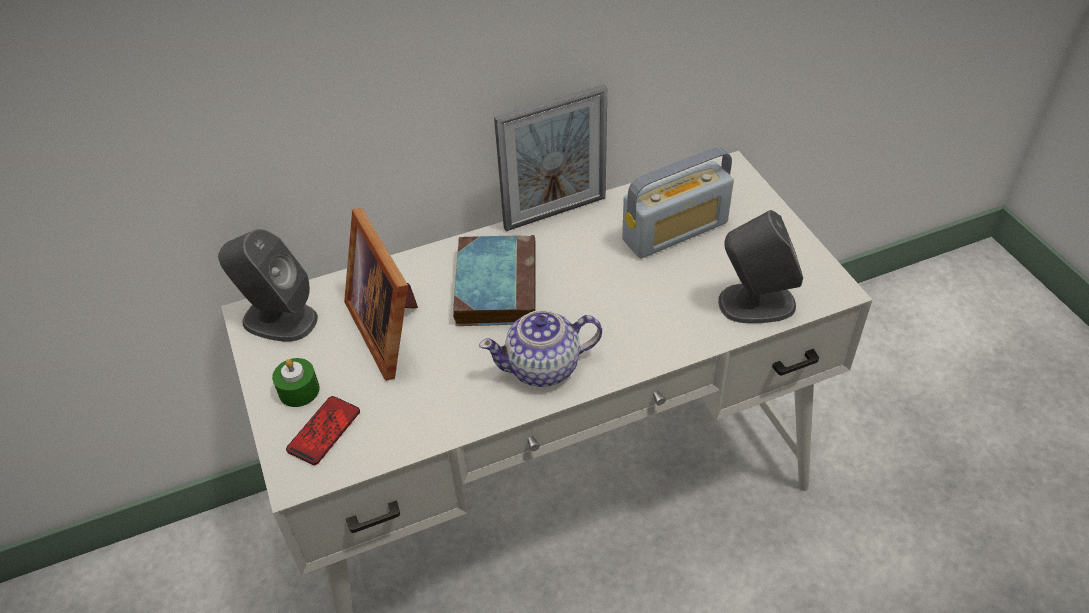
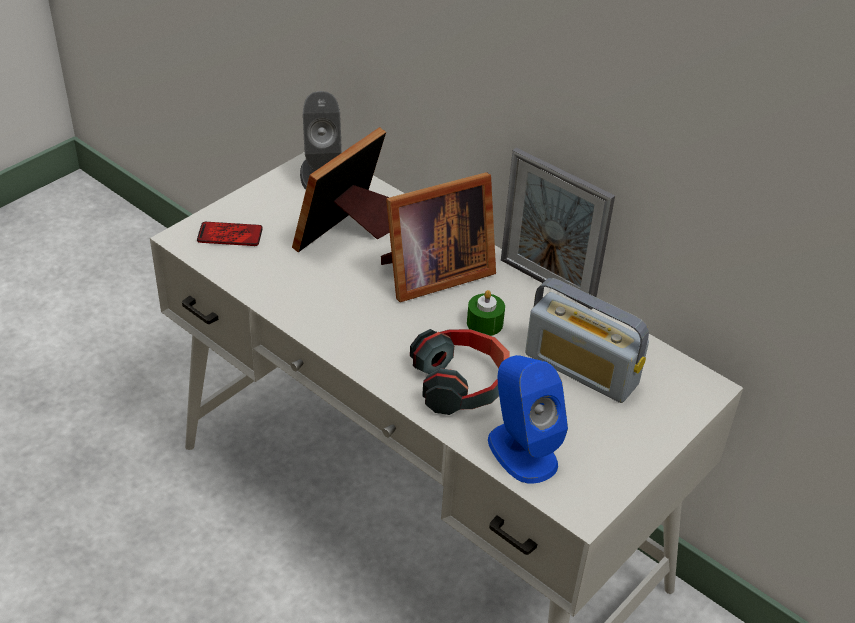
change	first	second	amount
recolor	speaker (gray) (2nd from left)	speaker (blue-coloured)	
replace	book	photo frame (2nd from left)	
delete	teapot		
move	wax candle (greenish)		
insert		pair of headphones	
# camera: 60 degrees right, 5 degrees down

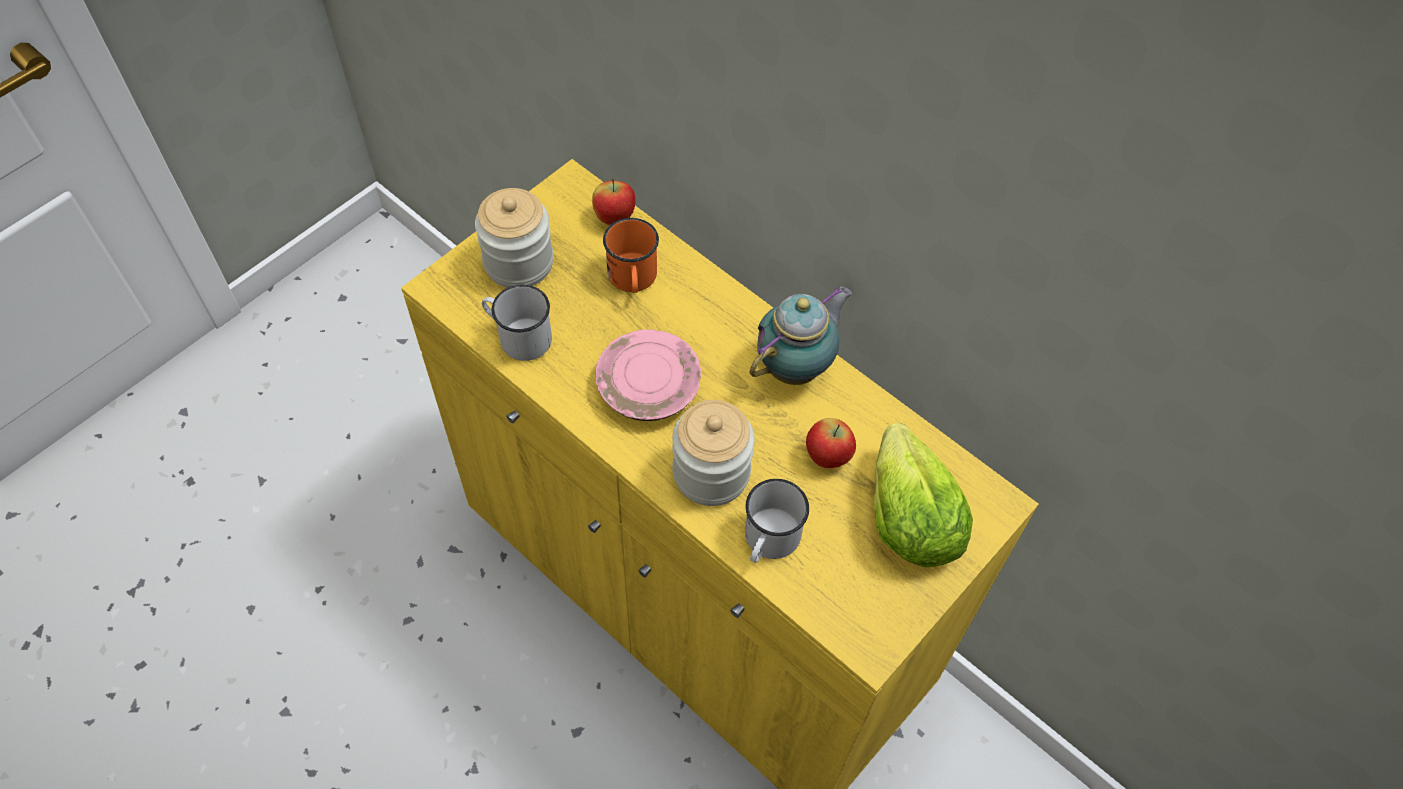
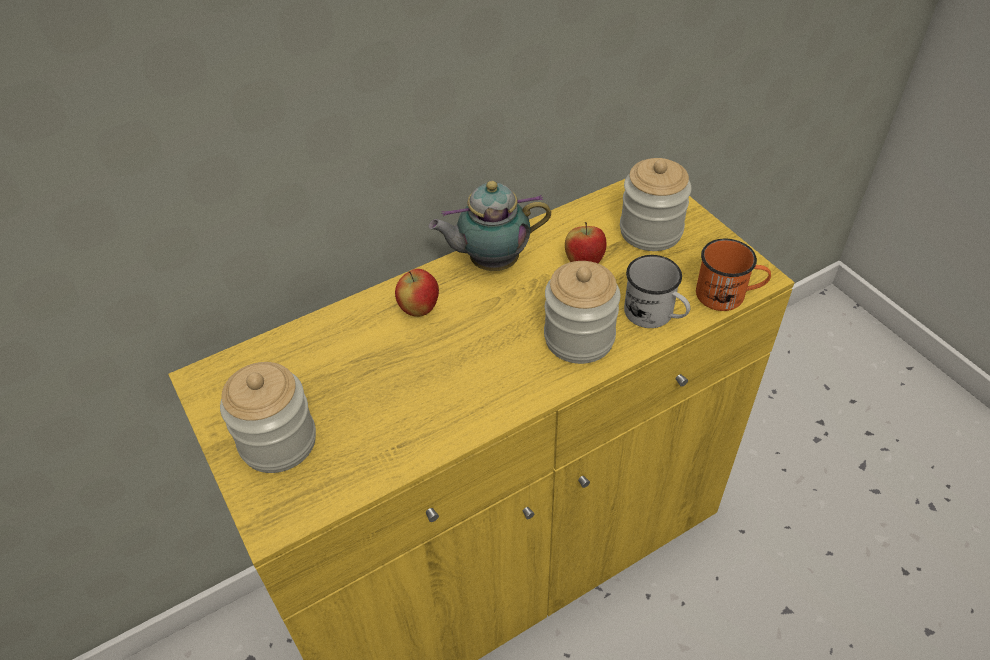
change	first	second	amount
move	apple (1st from left)		
move	mug (orange)		
delete	mug (whitish) (1st from left)		
rotate	teapot		75 degrees counterclockwise
delete	plate (pink)		
replace	head of lettuce	storage jar (3rd from left)	
# camera: 70 degrees left, 10 degrees down

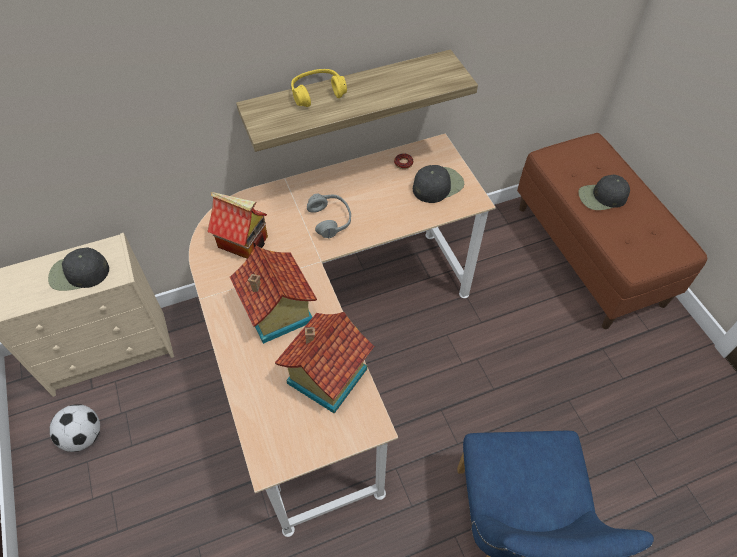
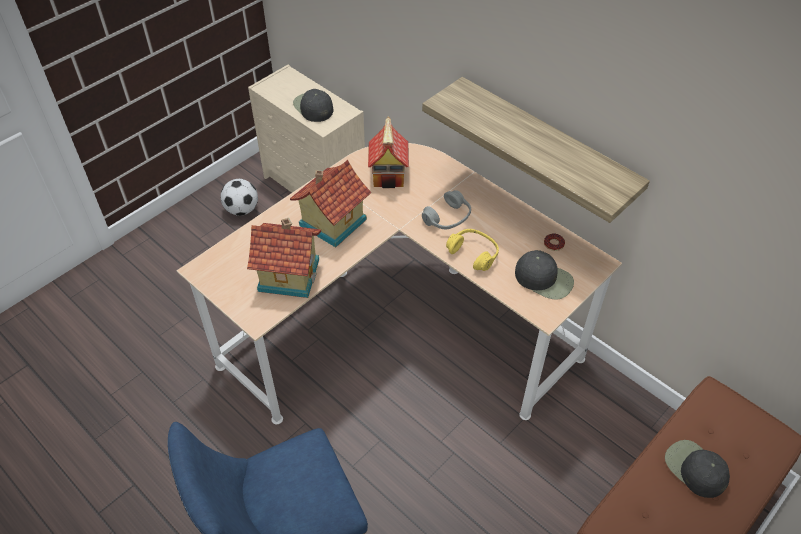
change	first	second	amount
move	pair of headphones (yellowish)		
# camera: 65 degrees right, 5 degrees down

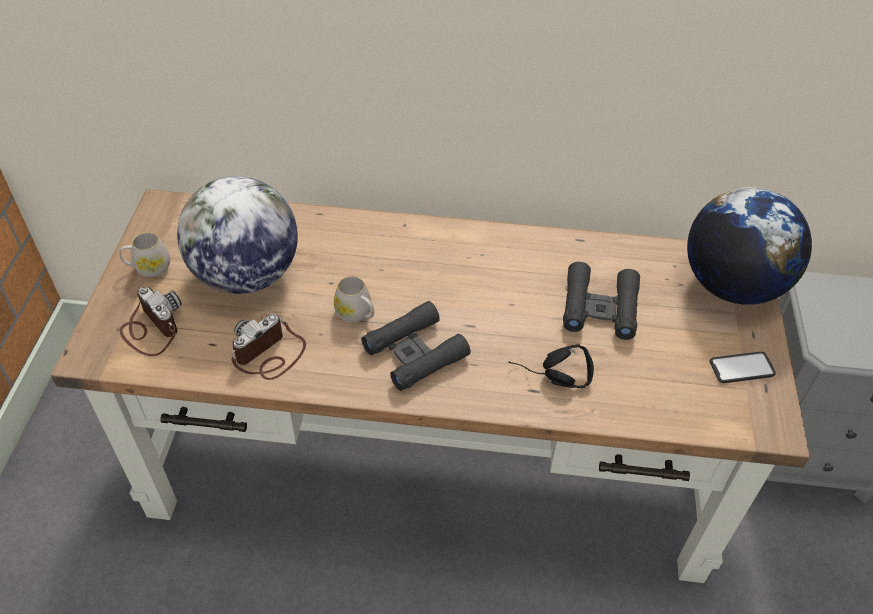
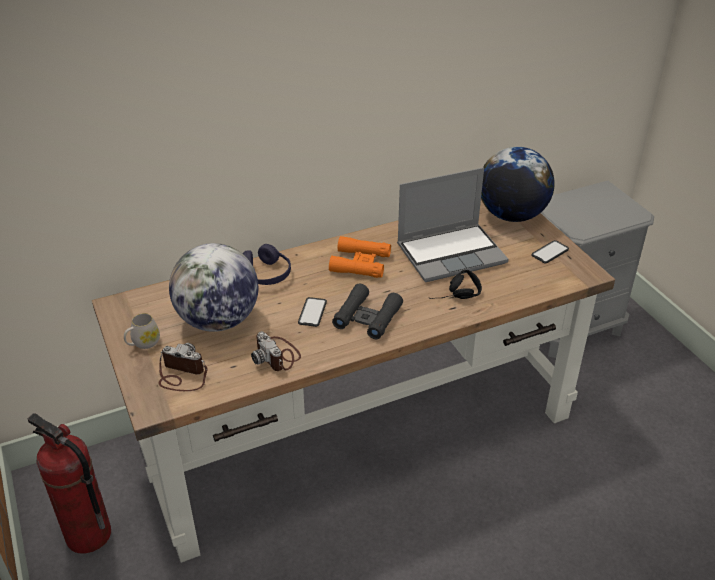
change	first	second	amount
replace	pair of binoculars (blackish) (2nd from left)	laptop	
replace	mug (whitish) (2nd from left)	handset (1st from left)	
rotate	still camera (2nd from left)		45 degrees counterclockwise
insert		pair of binoculars (orange)	
insert		pair of headphones (purple-coloured)	
insert		extinguisher	
# camera: 30 degrees left, 10 degrees down

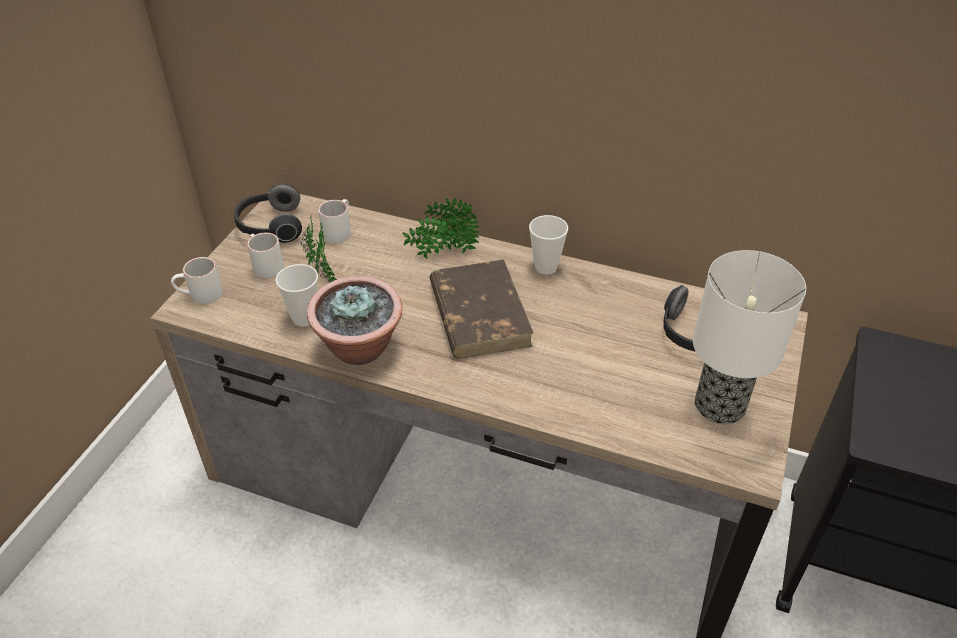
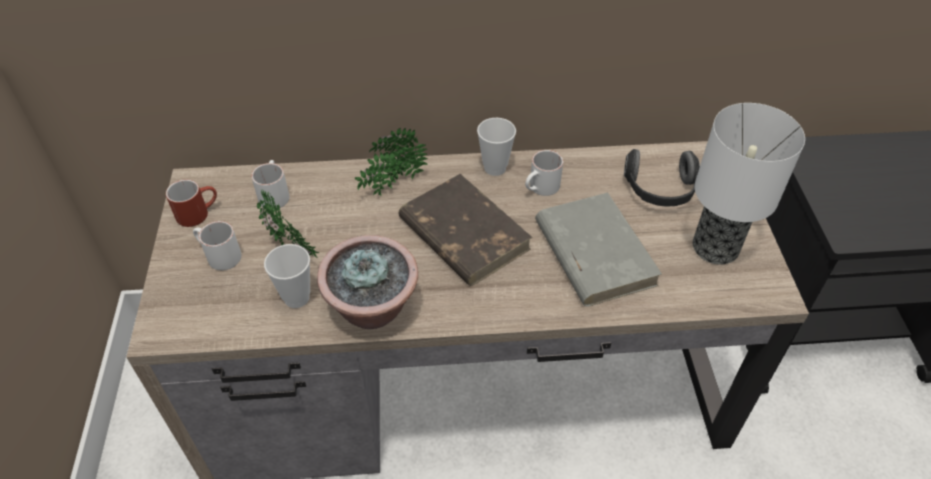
change	first	second	amount
replace	pair of headphones (1st from left)	mug (red-coloured)	
move	mug (whitish) (1st from left in the first image)	mug (whitish) (3rd from left)	
insert		book (gray)	
# camera: 25 degrees left, 5 degrees up

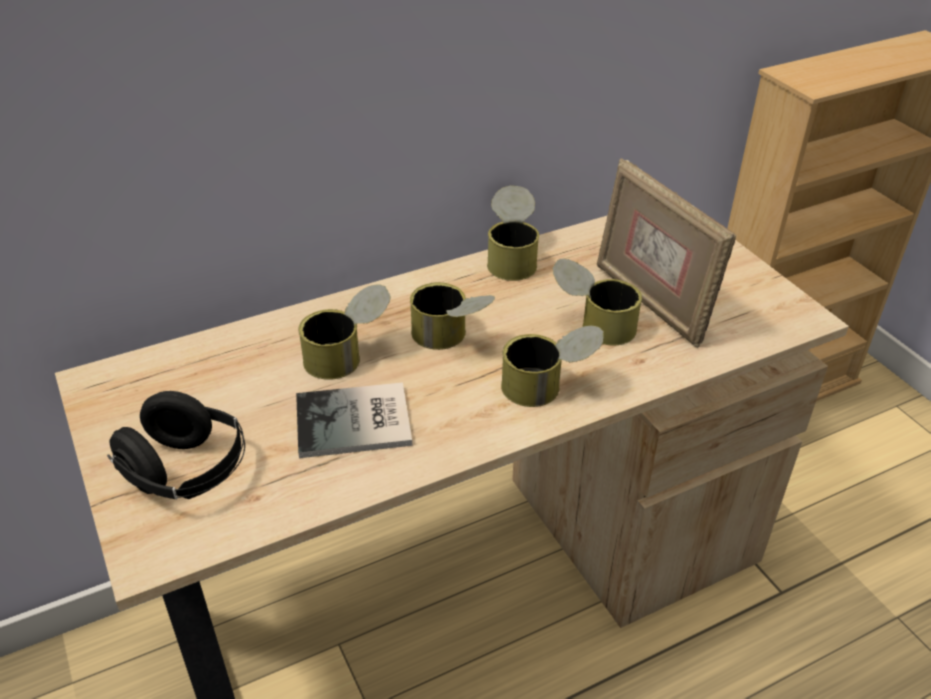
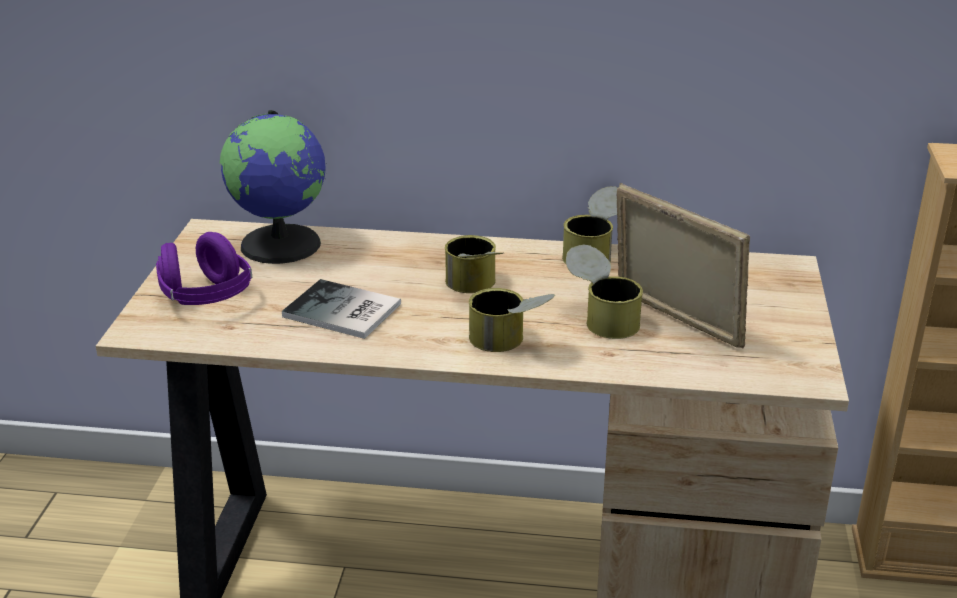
change	first	second	amount
rotate	photo frame		135 degrees clockwise
delete	can (1st from left)		
recolor	pair of headphones (blackish)	pair of headphones (purple-coloured)	
insert		globe	
# camera: 35 degrees right, 10 degrees down

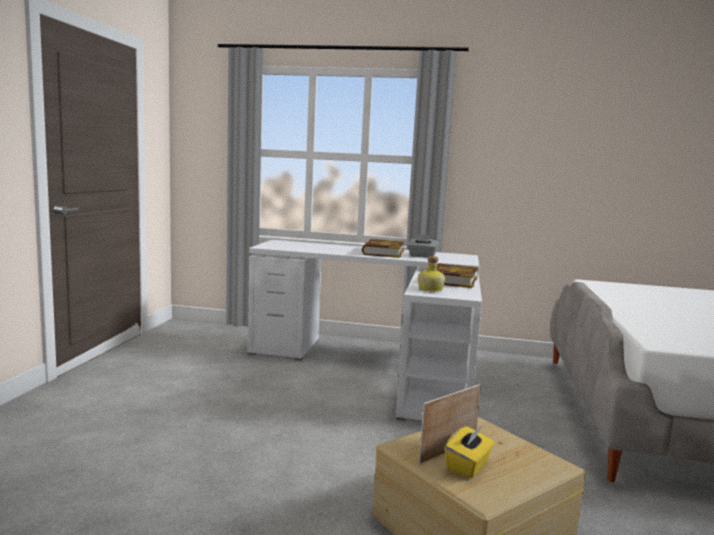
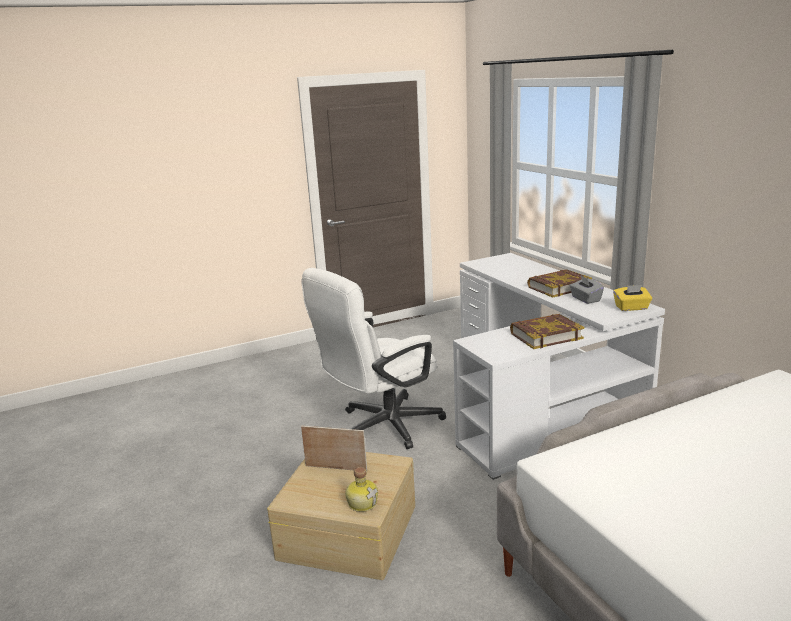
change	first	second	amount
move	bottle		
move	box of tissues (yellowish)		
insert		desk chair (whitish)	
# camera: 55 degrees right, 10 degrees up

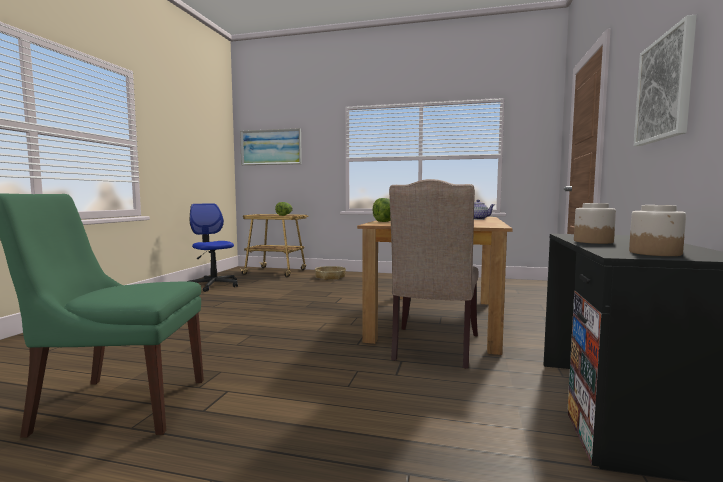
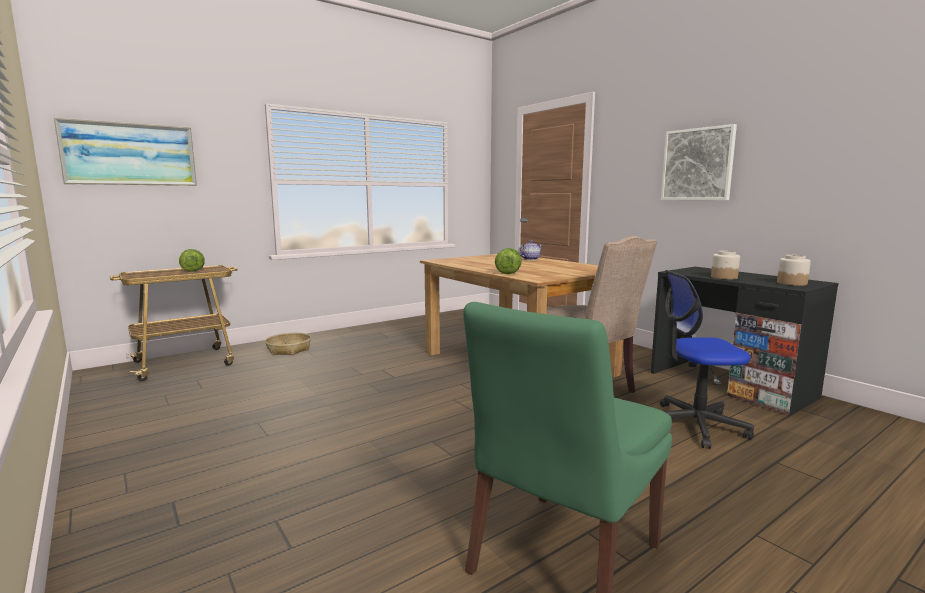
change	first	second	amount
move	desk chair		
# camera: 50 degrees left, 5 degrees up

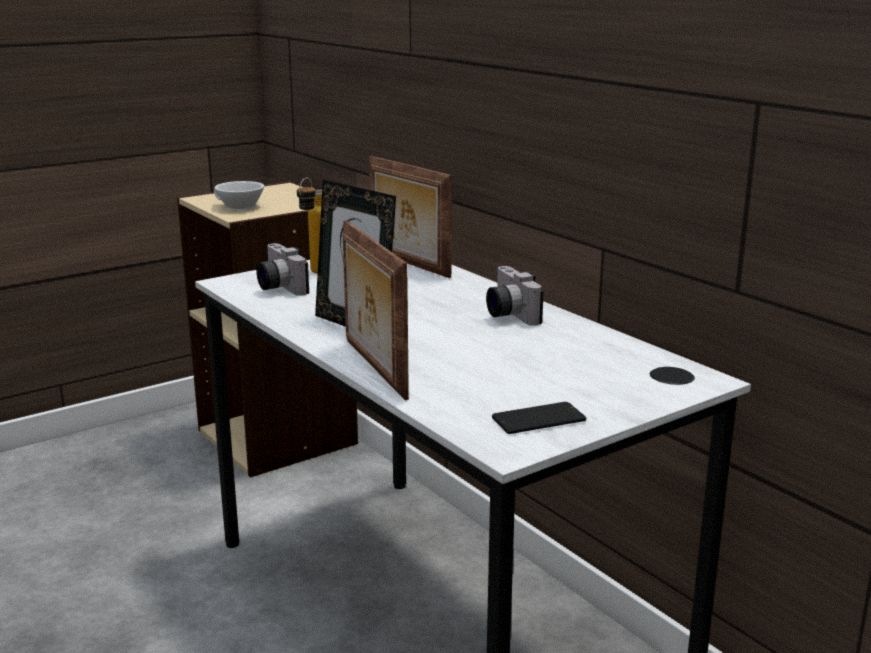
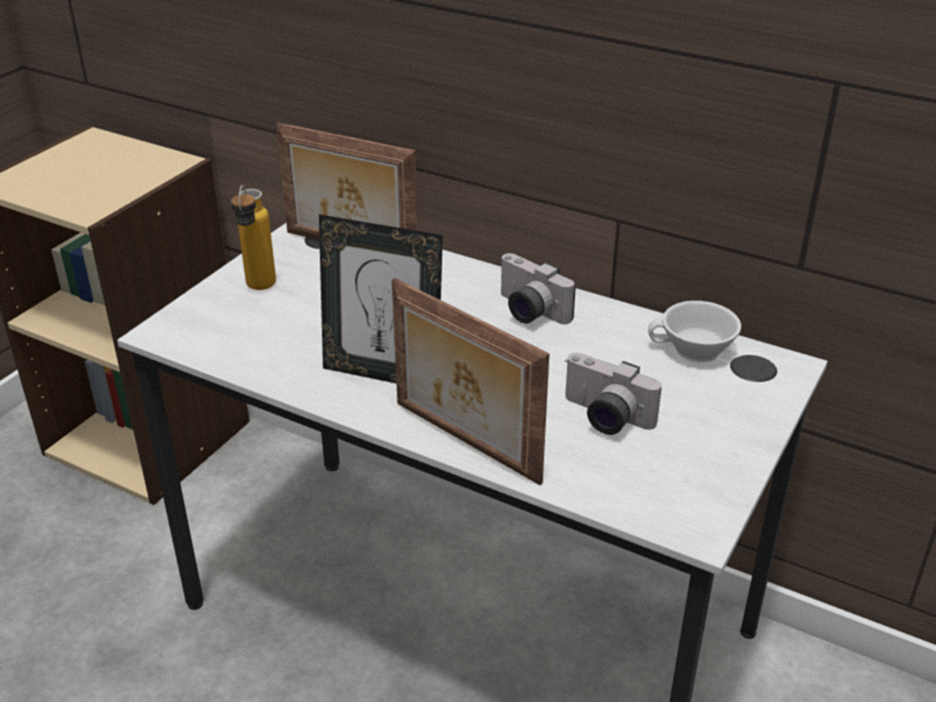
change	first	second	amount
move	drinking cup (whitish)		
move	still camera (1st from left in the first image)	still camera (2nd from left)	
delete	handset		
# camera: 25 degrees left, 15 degrees up

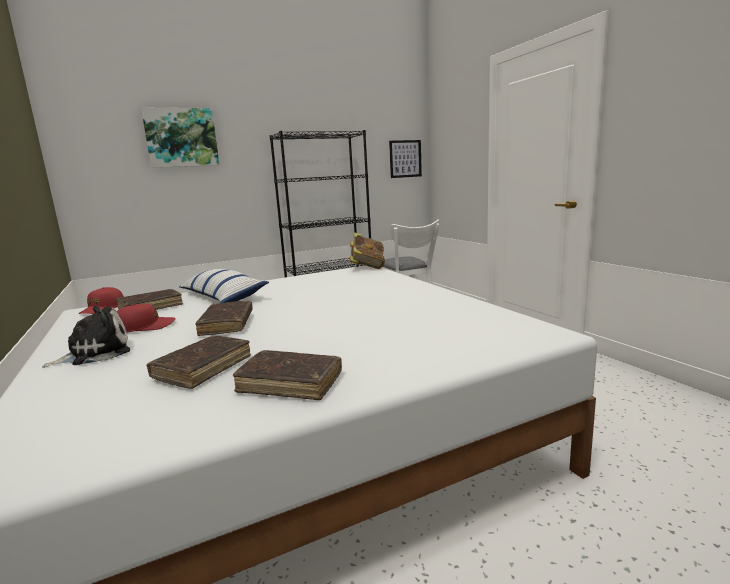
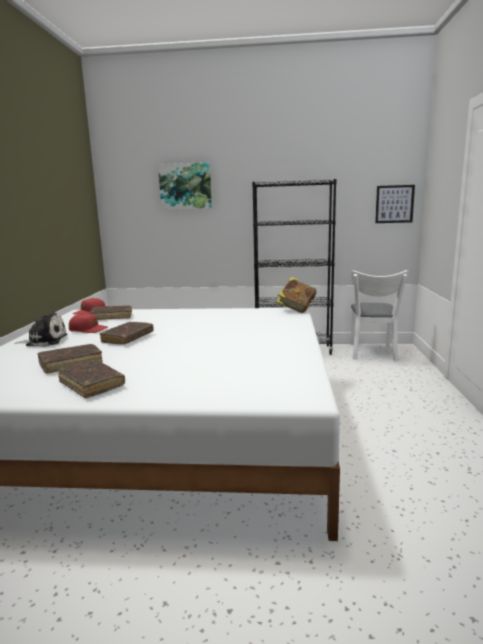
change	first	second	amount
delete	pillow		
# camera: 30 degrees right, 0 degrees up

